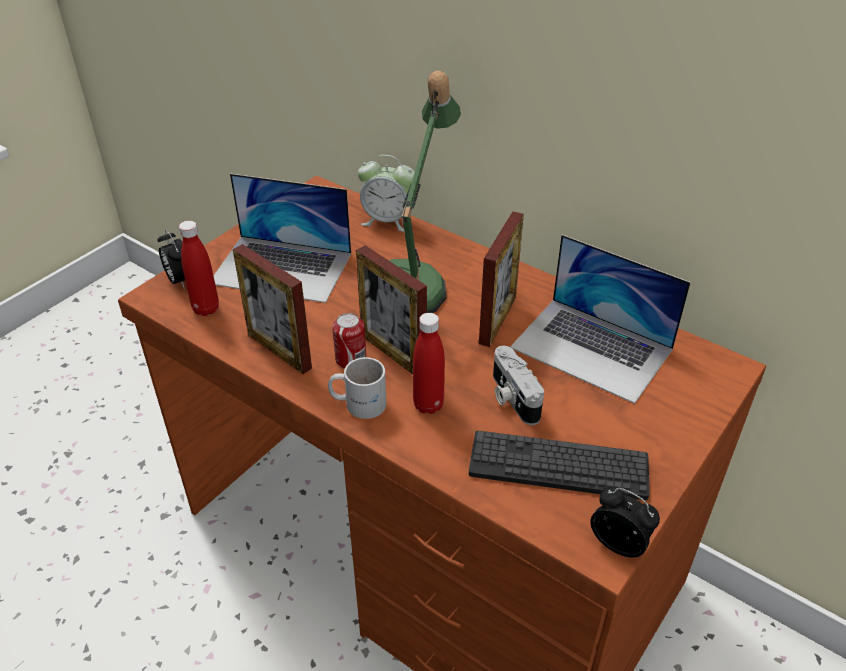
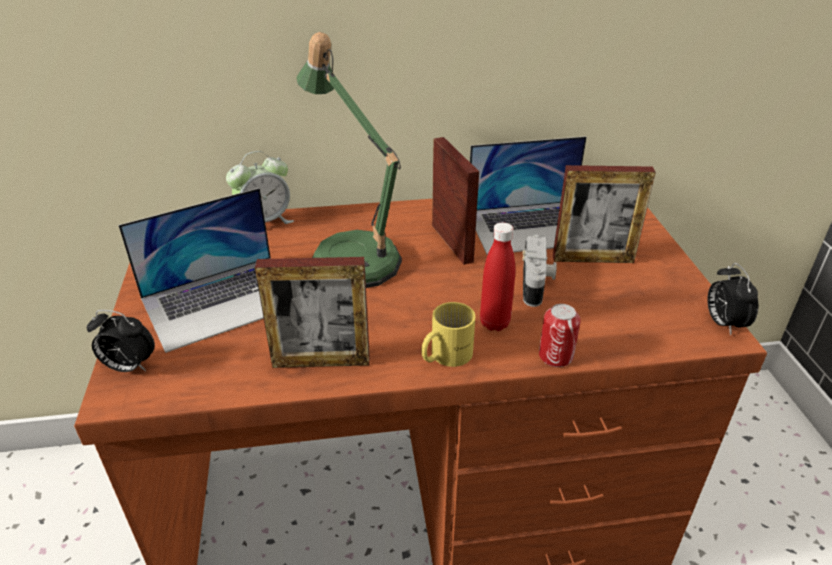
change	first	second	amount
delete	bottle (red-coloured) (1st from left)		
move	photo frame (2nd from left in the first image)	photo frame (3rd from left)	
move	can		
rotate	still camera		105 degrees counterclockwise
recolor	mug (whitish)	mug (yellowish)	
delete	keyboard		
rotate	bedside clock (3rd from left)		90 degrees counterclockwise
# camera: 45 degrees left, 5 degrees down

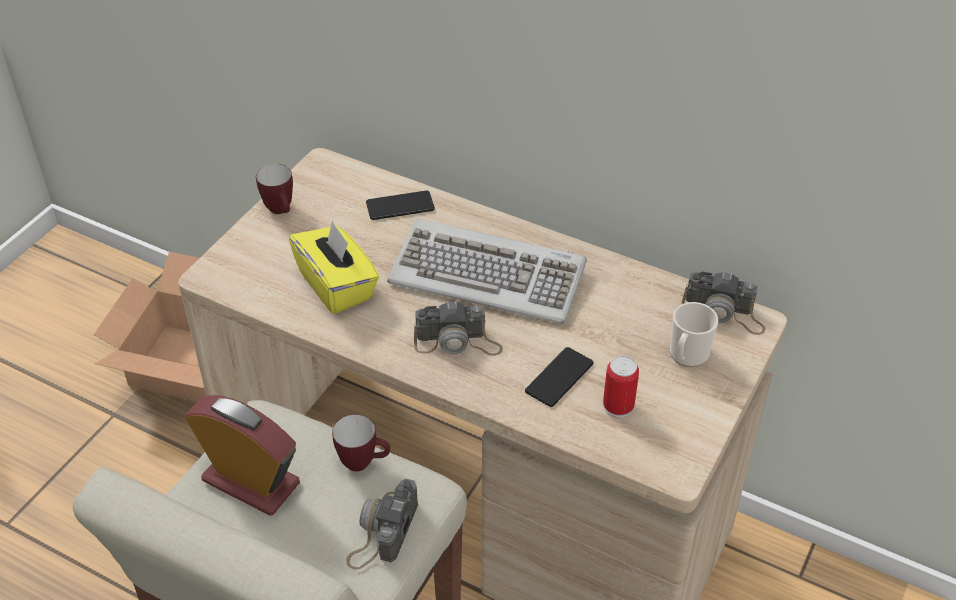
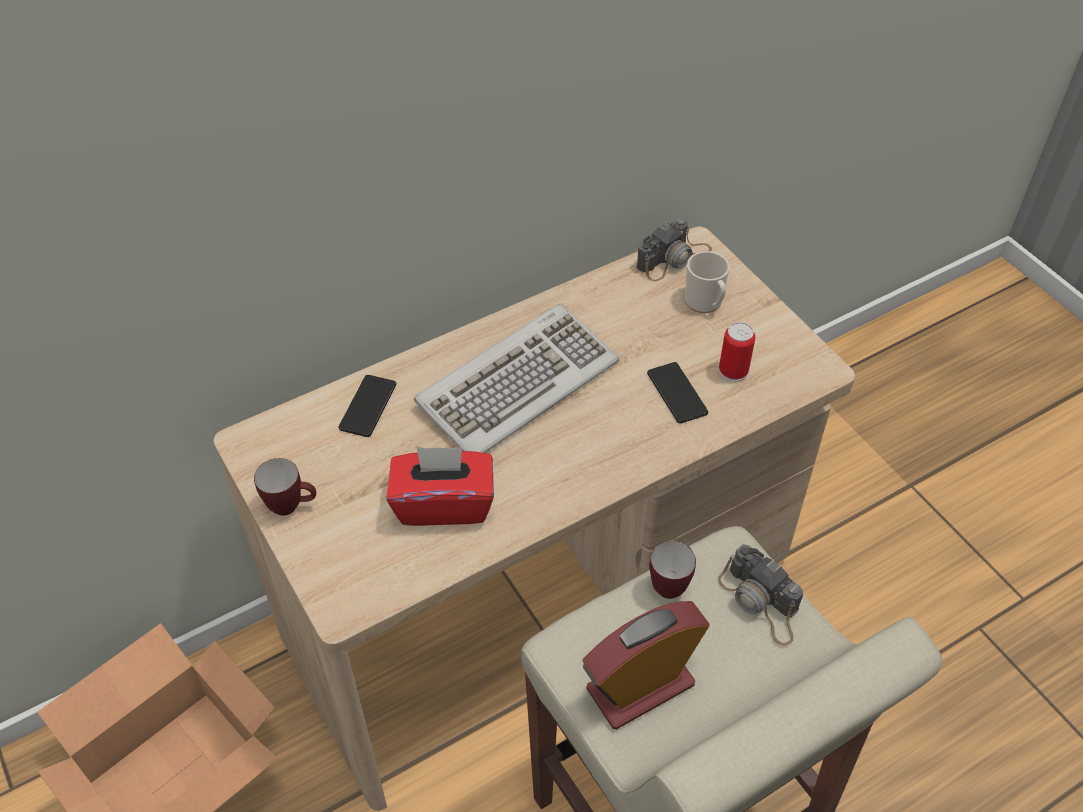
change	first	second	amount
recolor	box of tissues (yellowish)	box of tissues (red-coloured)	
delete	still camera (2nd from left)		
# camera: 60 degrees left, 5 degrees up

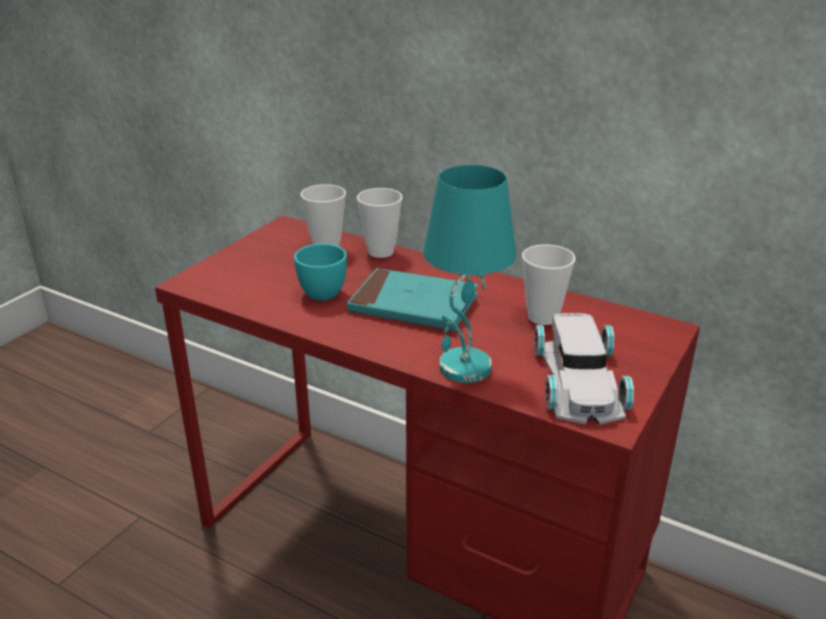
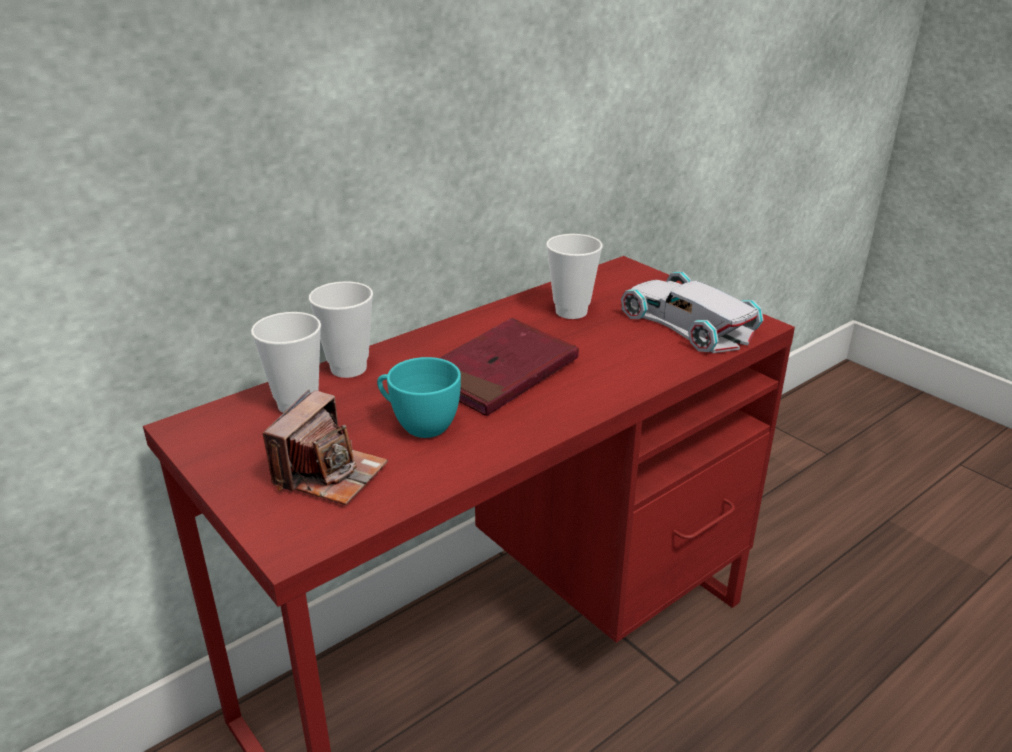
change	first	second	amount
delete	lamp for a table (blue-green)		
recolor	book (blue-green)	book (red-coloured)	
rotate	toy car (whitish)		150 degrees counterclockwise
insert		still camera	
# camera: 70 degrees left, 0 degrees up

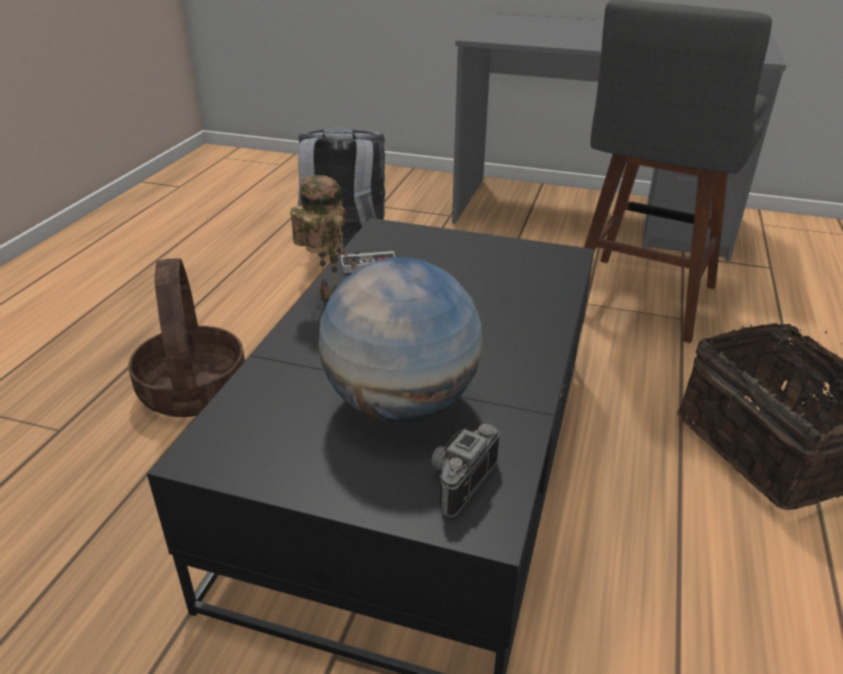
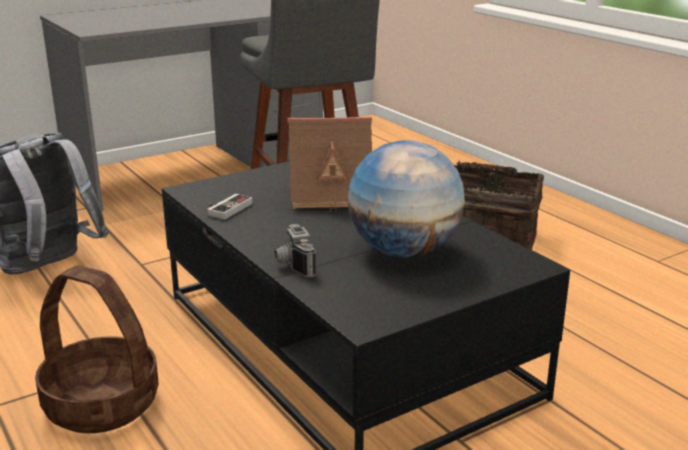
change	first	second	amount
delete	model robot		
move	still camera		
insert		miniature house	
# camera: 50 degrees left, 10 degrees down

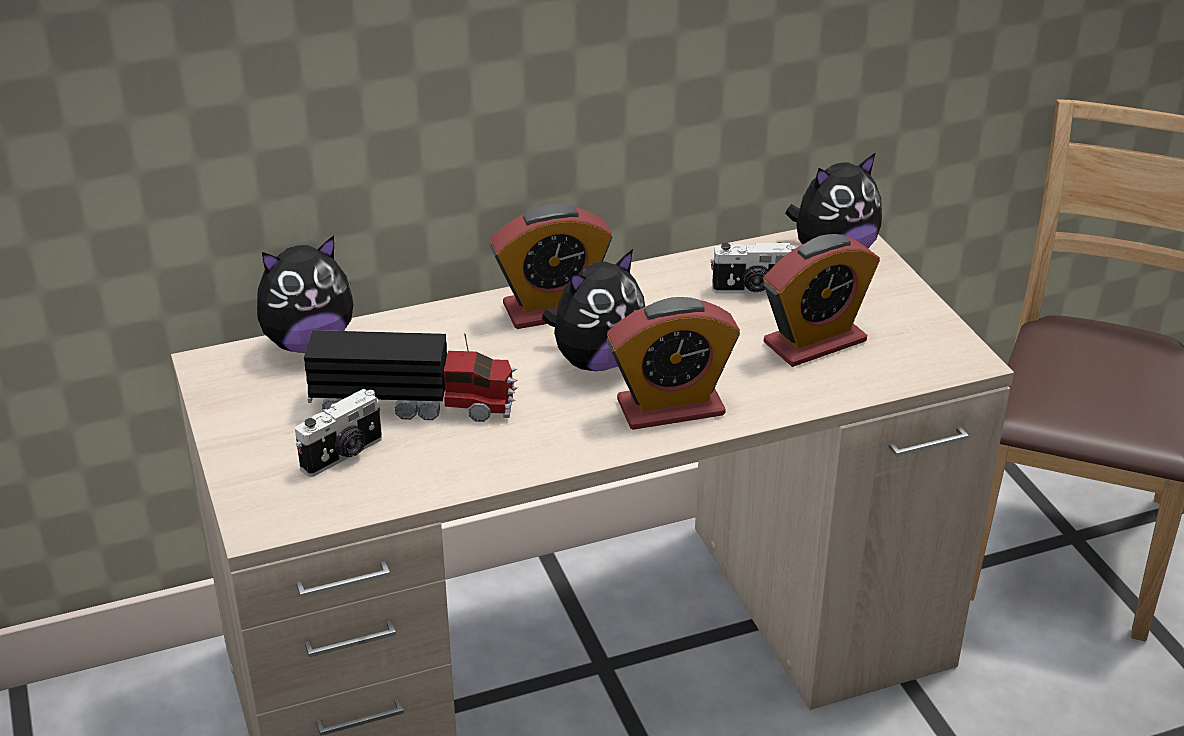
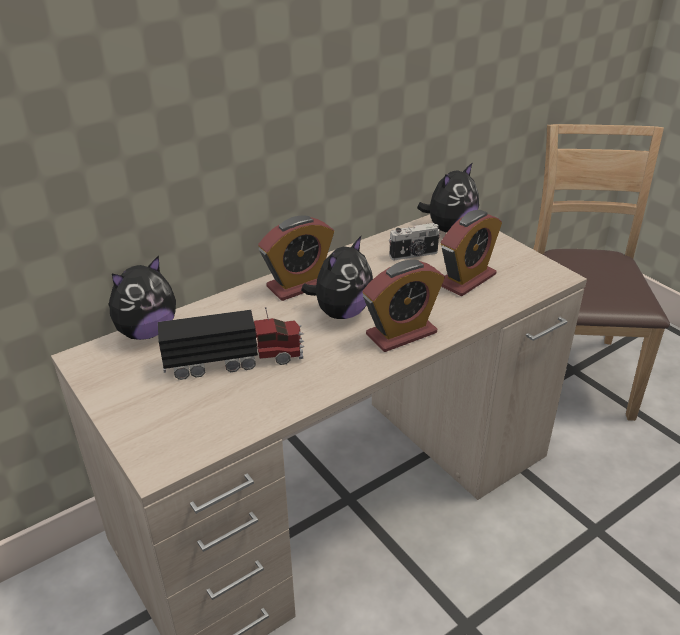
change	first	second	amount
delete	still camera (1st from left)		
# camera: 15 degrees left, 0 degrees up

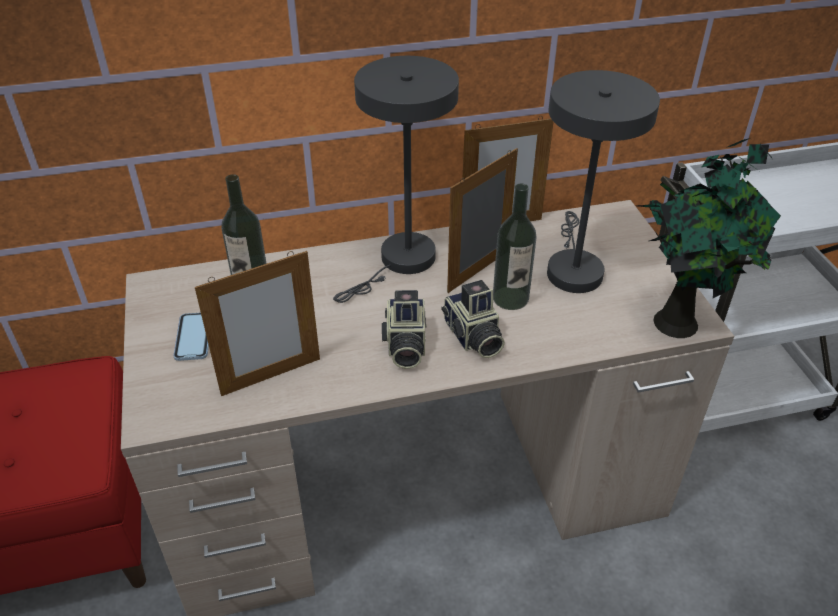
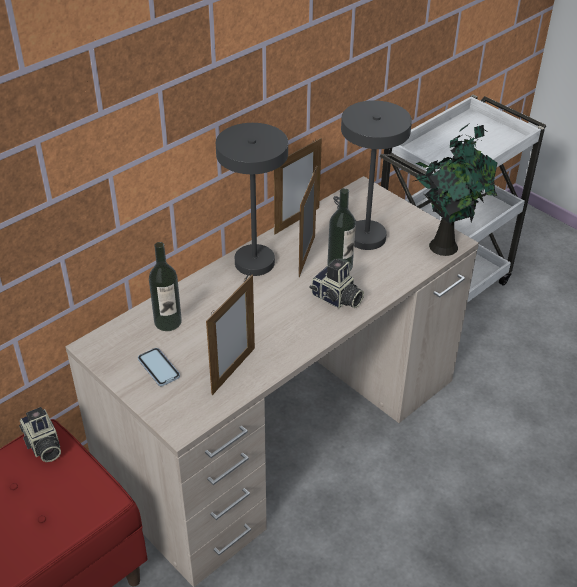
change	first	second	amount
move	still camera (1st from left)		
# camera: 30 degrees left, 0 degrees up

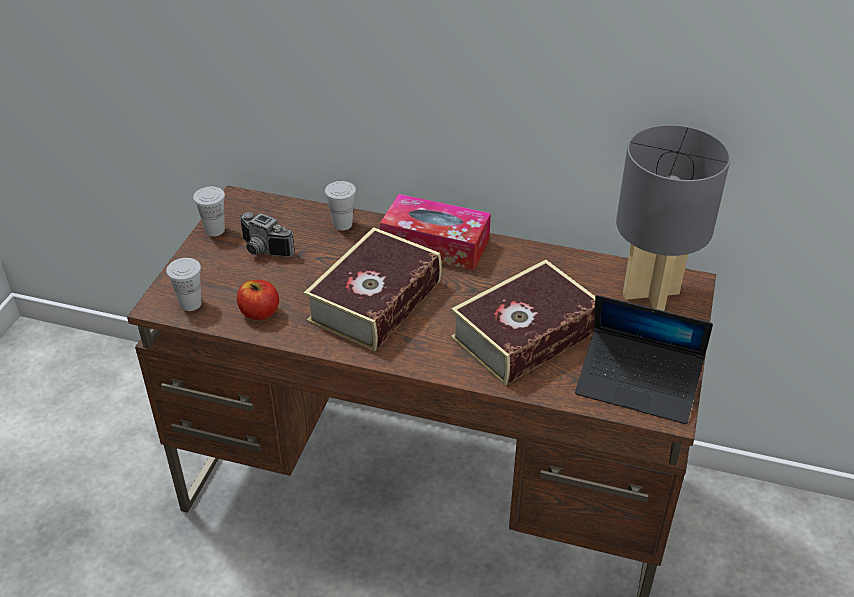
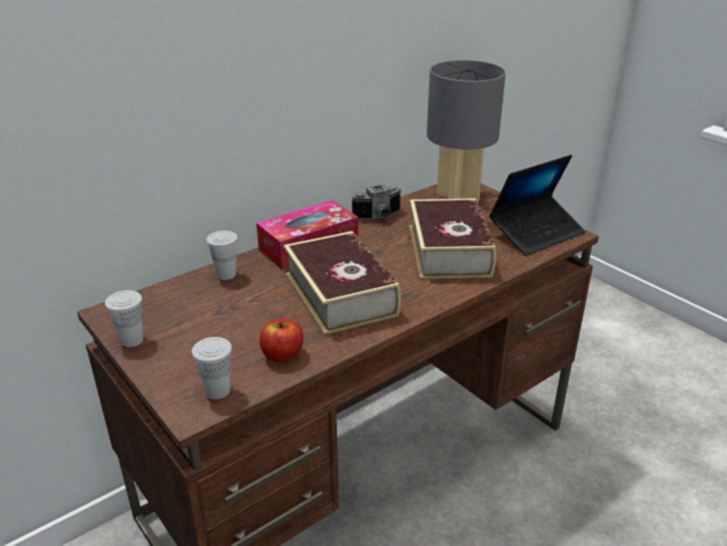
change	first	second	amount
move	still camera		
# camera: 55 degrees left, 10 degrees down

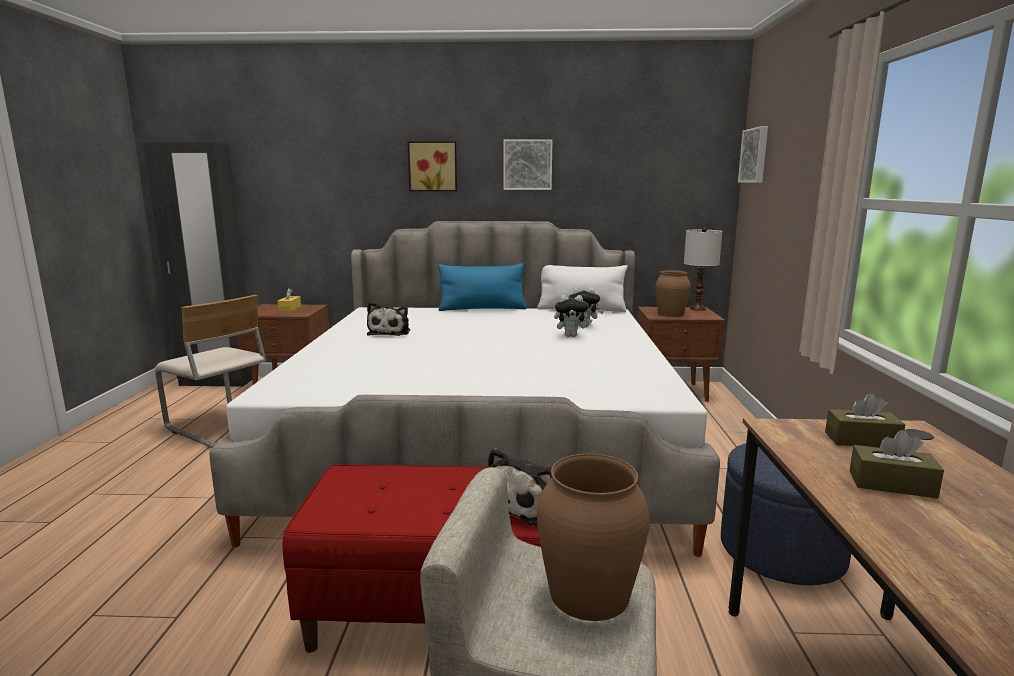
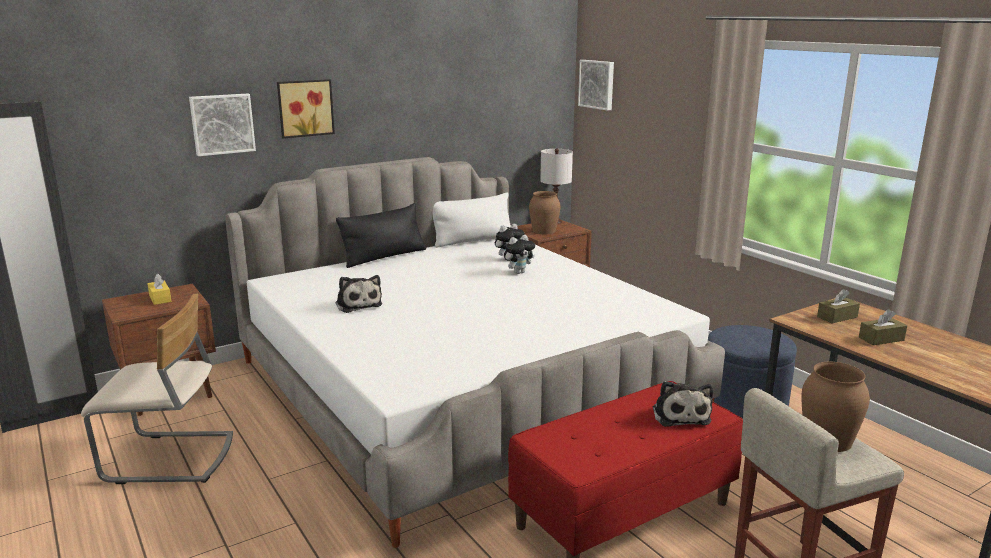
change	first	second	amount
move	wall art (2nd from left in the first image)	wall art (1st from left)	
recolor	pillow (blue-coloured)	pillow (blackish)	
# camera: 35 degrees left, 5 degrees up

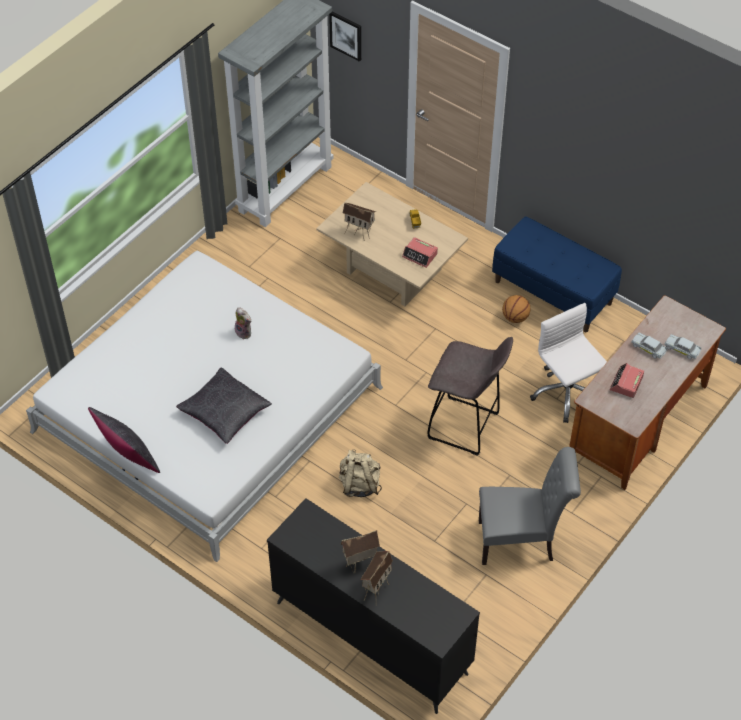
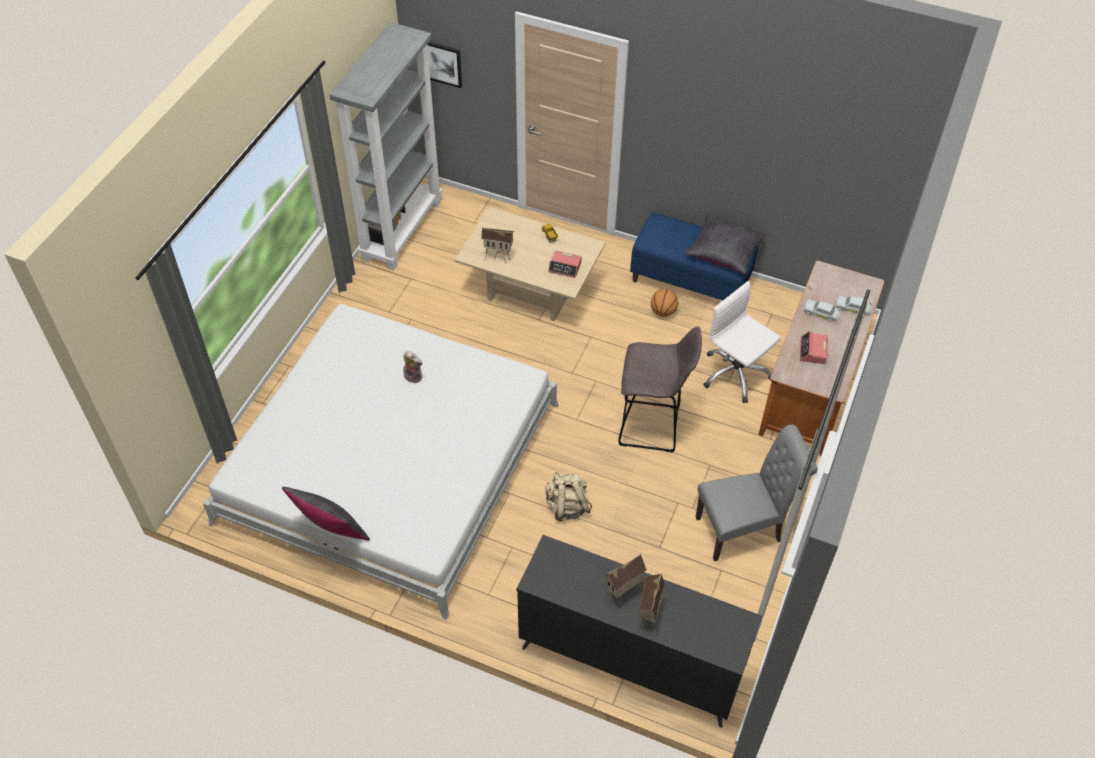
change	first	second	amount
move	pillow (blackish) (2nd from left)		
# camera: 15 degrees left, 0 degrees up

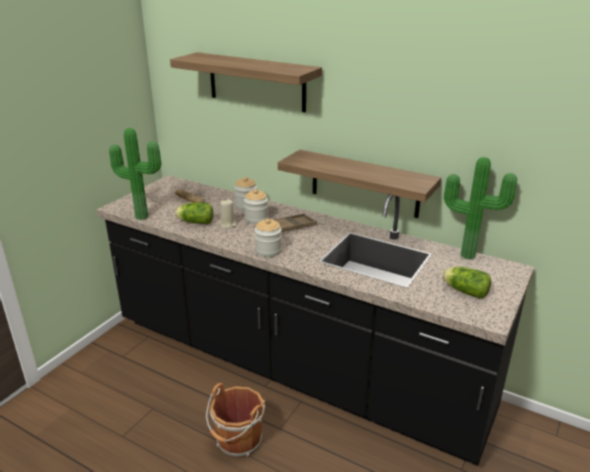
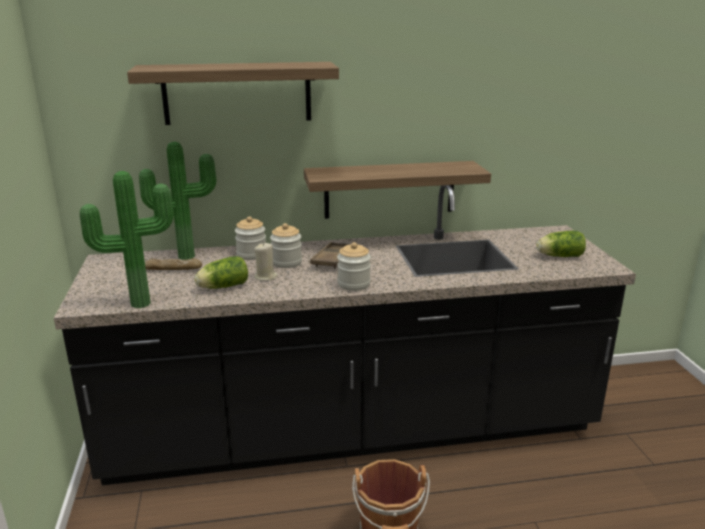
change	first	second	amount
move	potted plant (2nd from left)		
# camera: 40 degrees left, 5 degrees down

